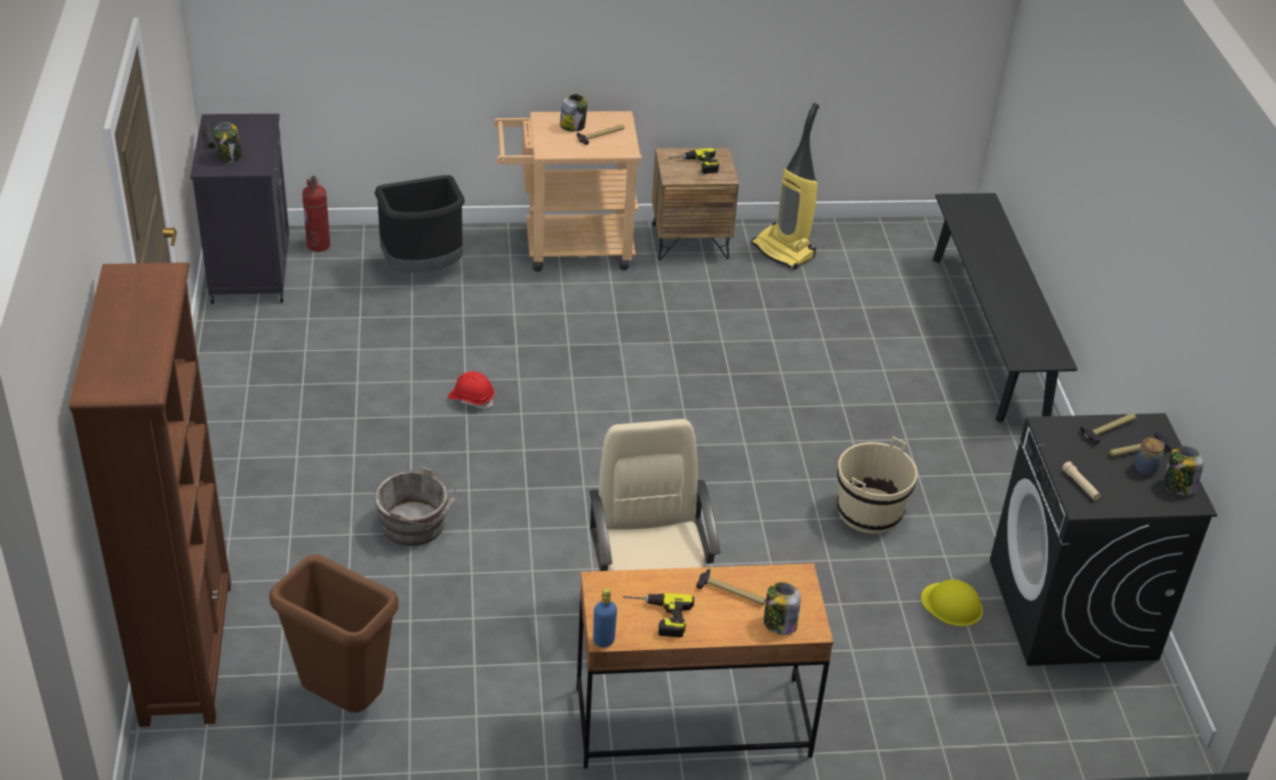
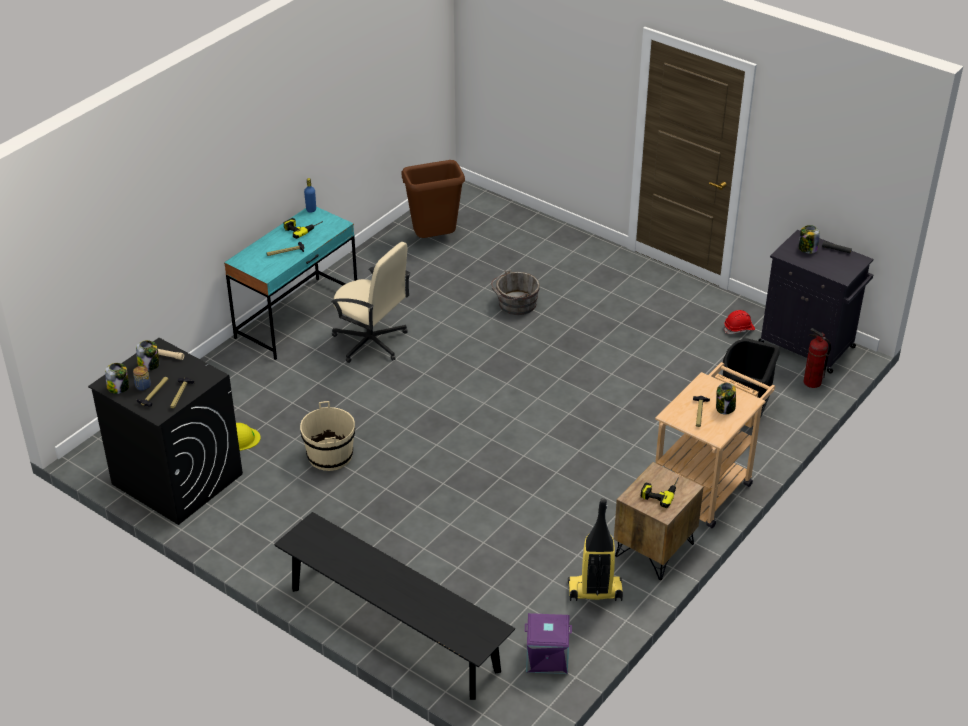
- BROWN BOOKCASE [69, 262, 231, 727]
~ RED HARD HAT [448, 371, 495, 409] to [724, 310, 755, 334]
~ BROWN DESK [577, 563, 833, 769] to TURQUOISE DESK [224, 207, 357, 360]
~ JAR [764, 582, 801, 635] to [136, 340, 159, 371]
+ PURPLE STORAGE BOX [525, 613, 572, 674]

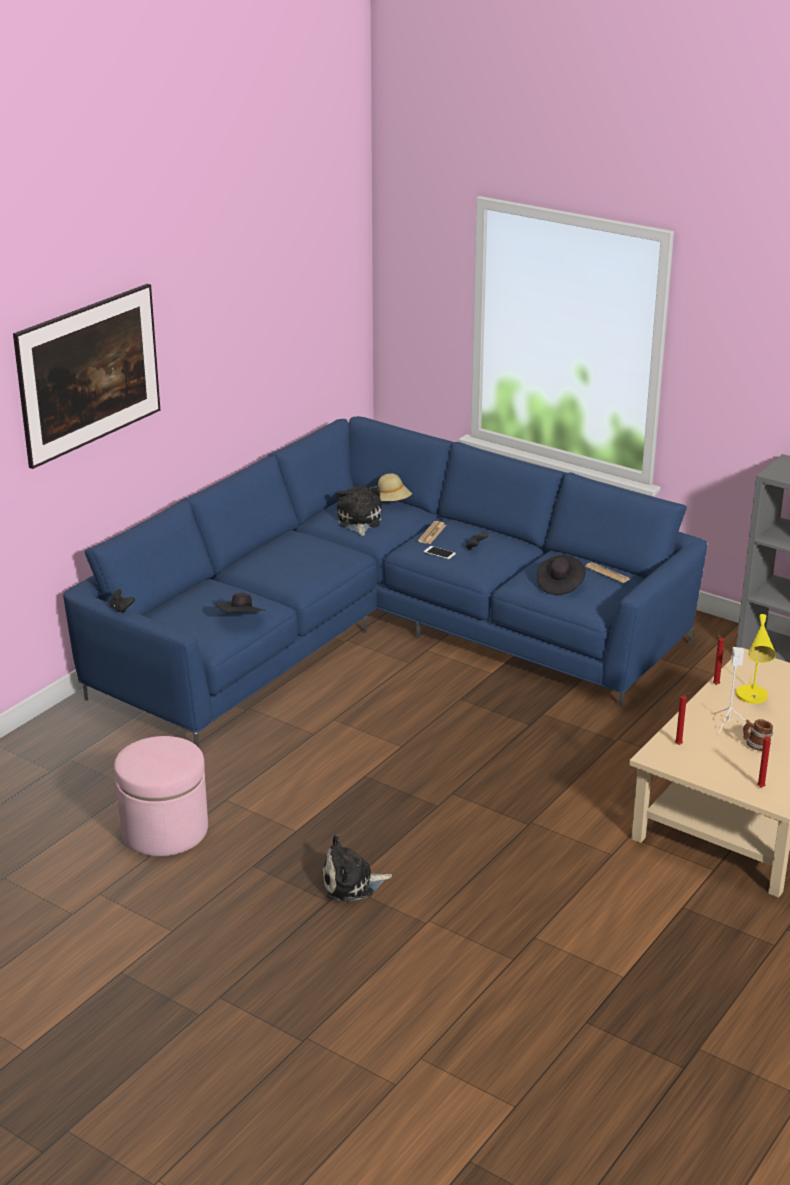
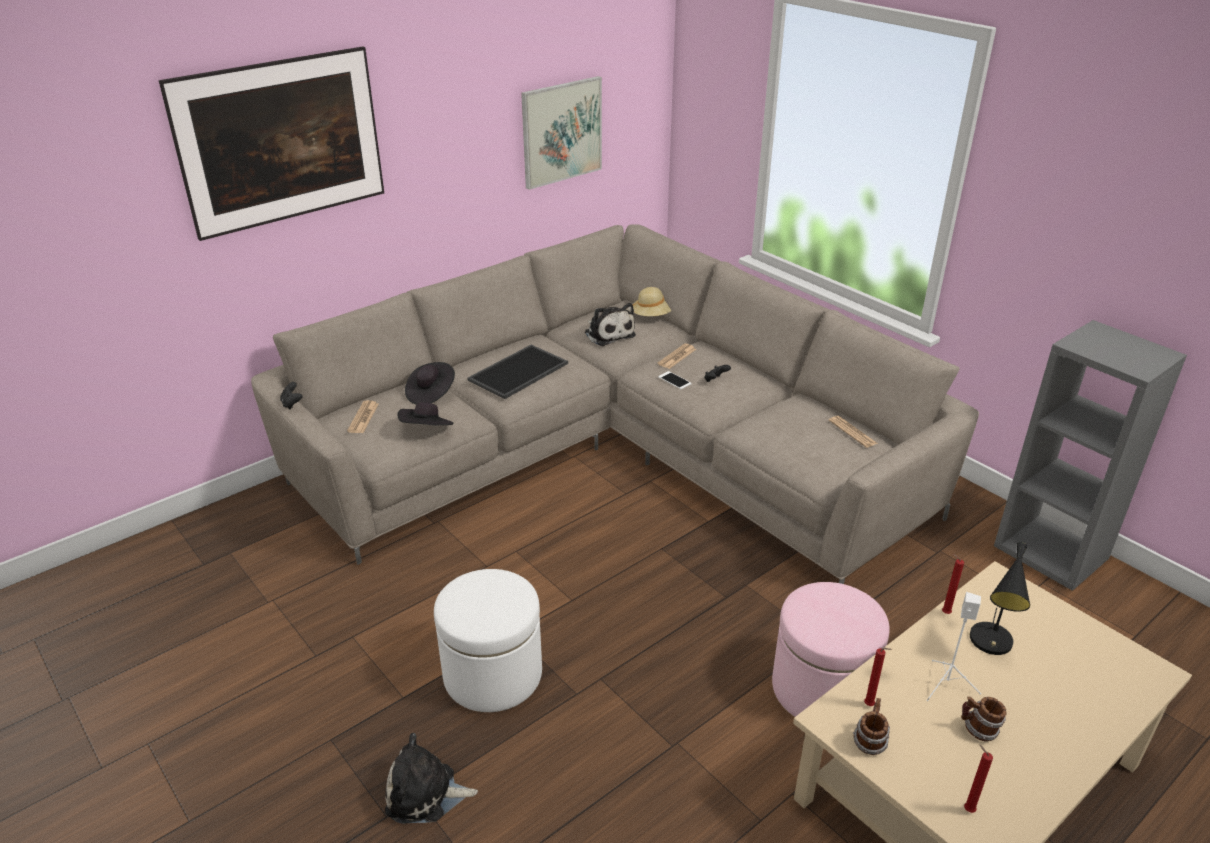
~ BLUE SOFA [63, 416, 707, 747] to BEIGE SOFA [251, 224, 979, 584]
~ PINK OTTOMAN [114, 736, 208, 856] to [772, 582, 890, 717]
~ PLUSH TOY [337, 486, 382, 536] = [585, 303, 636, 346] 135 degrees clockwise
~ BLACK HAT [537, 555, 585, 595] to [405, 362, 455, 404]
~ YELLOW TABLE LAMP [736, 614, 776, 704] to BLACK TABLE LAMP [970, 542, 1030, 655]
+ NEWSPAPER [347, 400, 379, 433]
+ WHITE OTTOMAN [434, 569, 542, 712]
+ TRAY [467, 345, 568, 399]
+ PICTURE [521, 76, 602, 190]
+ MUG [853, 698, 890, 755]

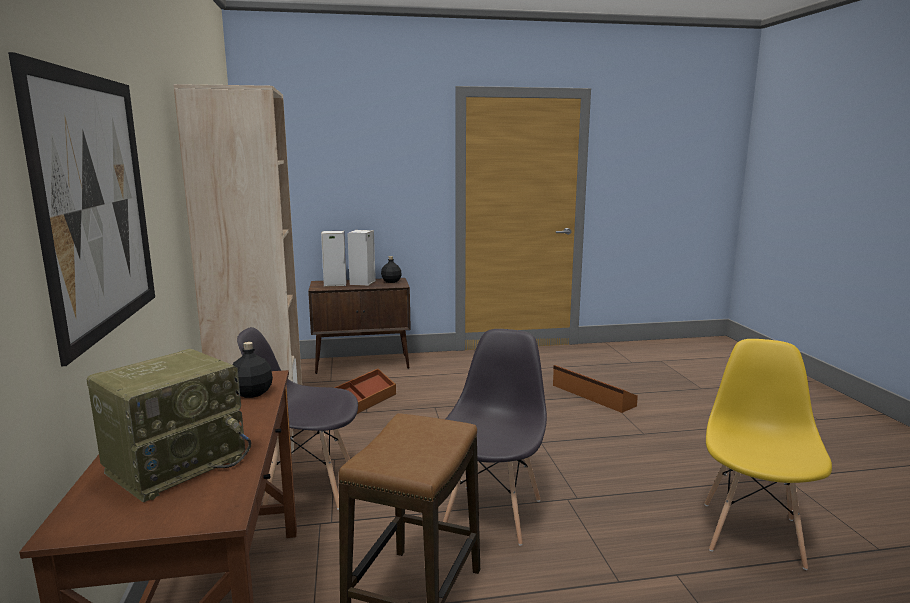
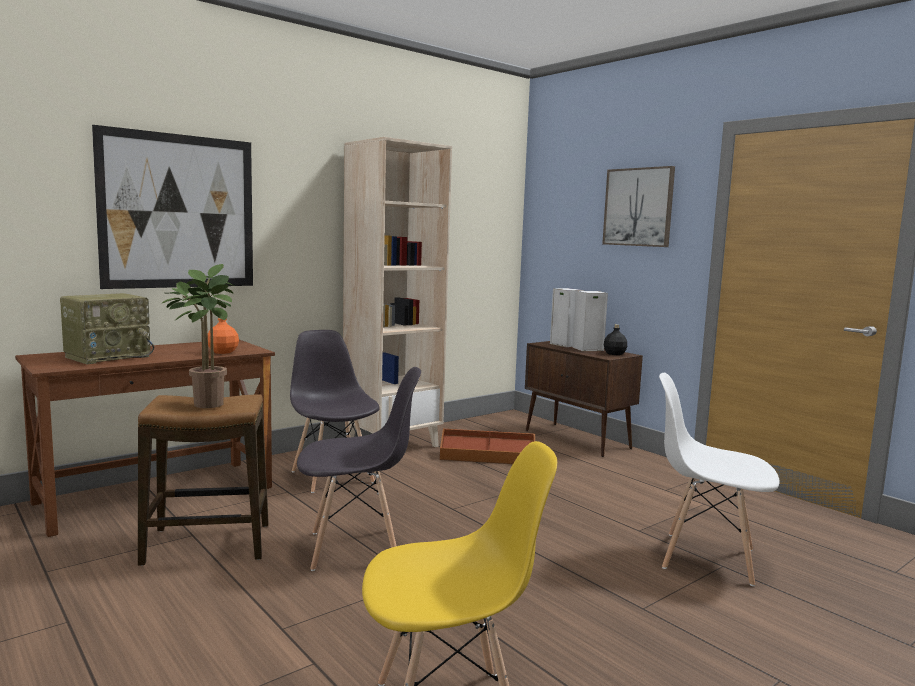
~ RADIO [87, 349, 251, 503] = [60, 293, 154, 364] 60 degrees counterclockwise
~ BLACK BOTTLE [233, 342, 273, 398] to ORANGE BOTTLE [208, 318, 239, 354]
~ BROWN STORAGE BOX [553, 365, 638, 413] to WHITE CHAIR [659, 373, 780, 586]
+ POTTED PLANT [161, 264, 234, 408]
+ PICTURE [602, 166, 675, 247]

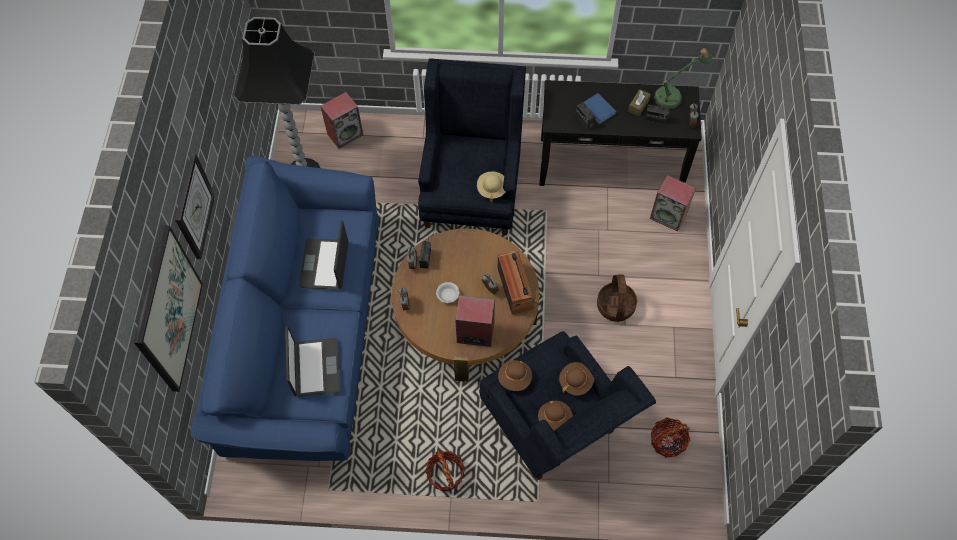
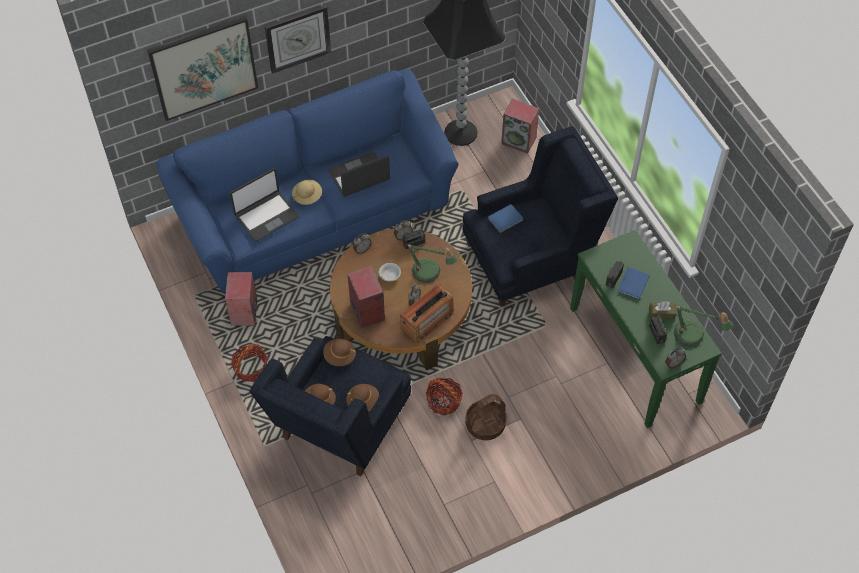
~ BEIGE HAT [477, 172, 505, 202] to [292, 180, 322, 205]
~ BLACK CONSOLE TABLE [539, 80, 702, 186] to GREEN CONSOLE TABLE [570, 230, 722, 428]
~ SPEAKER [650, 175, 696, 231] to [225, 272, 257, 326]
~ BASKET [651, 417, 690, 458] to [426, 378, 463, 415]
+ TABLE LAMP [406, 244, 458, 283]
+ BLUE BOOK [488, 204, 524, 233]

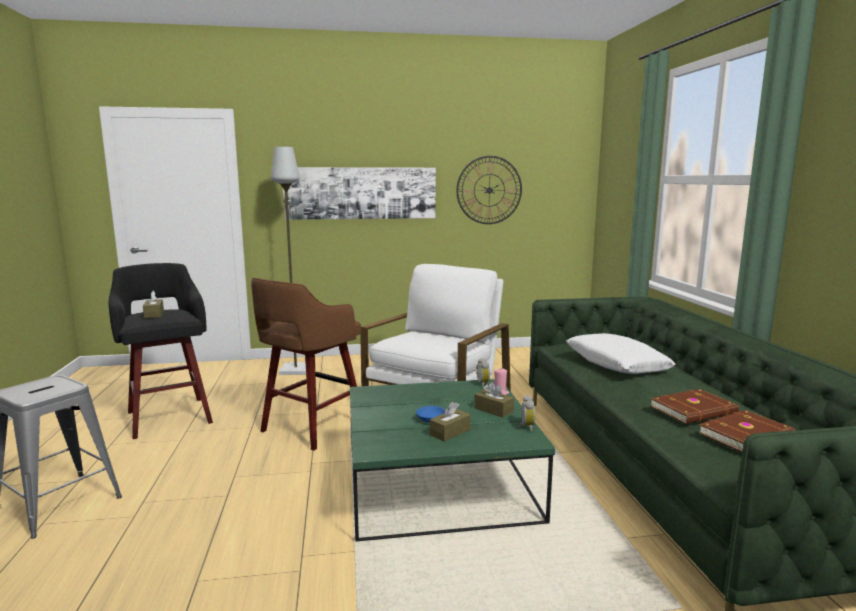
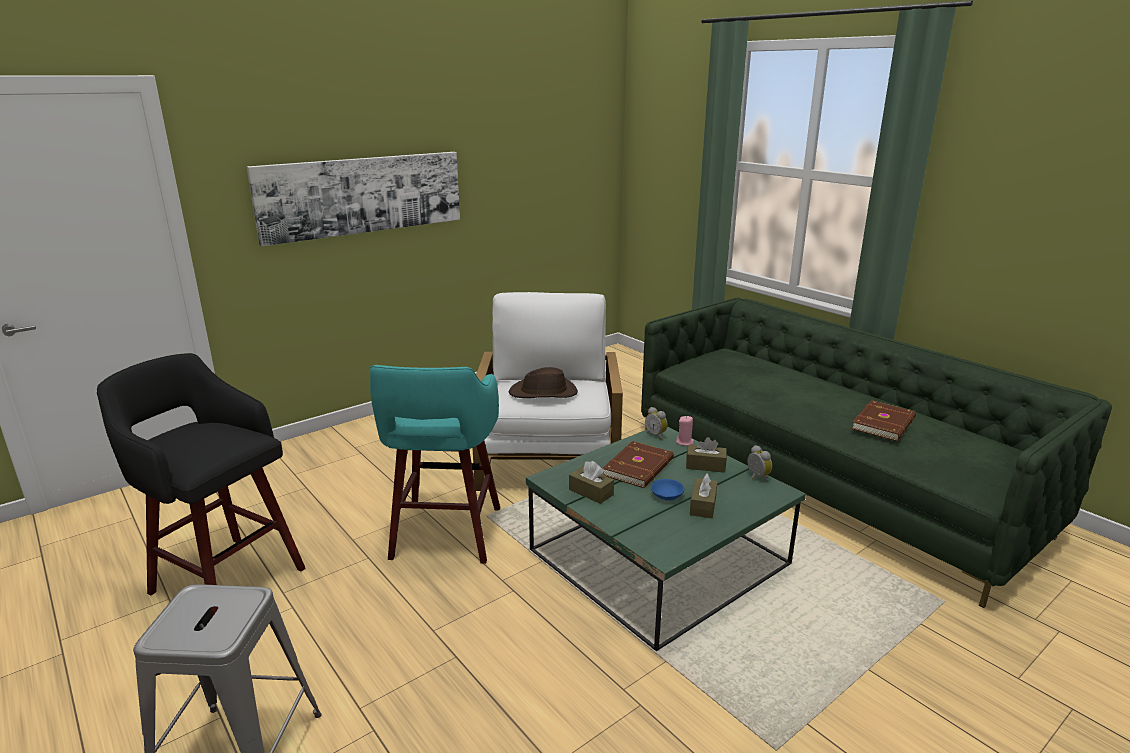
~ BROWN TISSUE BOX [143, 291, 164, 318] to [569, 461, 614, 504]
~ BROWN STOOL [251, 278, 361, 451] to TURQUOISE STOOL [370, 365, 500, 564]
- GREY FLOOR LAMP [271, 147, 306, 375]
- WALL CLOCK [456, 156, 522, 224]
- WHITE PILLOW [566, 333, 676, 374]
~ BROWN BOOK [698, 410, 795, 452] to [603, 441, 674, 488]
+ BROWN HAT [509, 367, 578, 398]

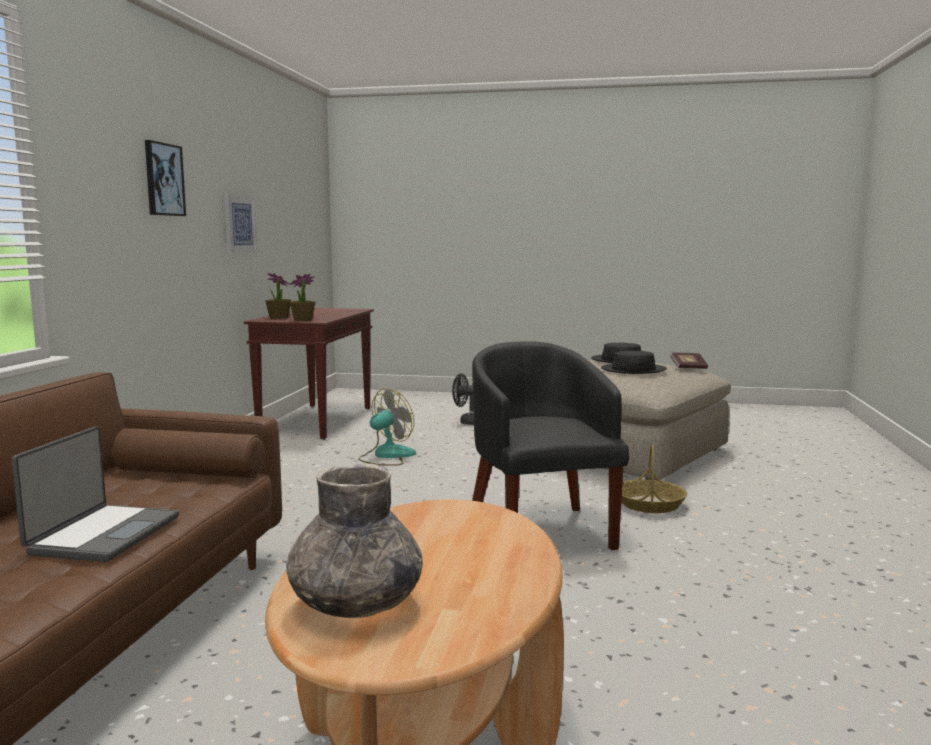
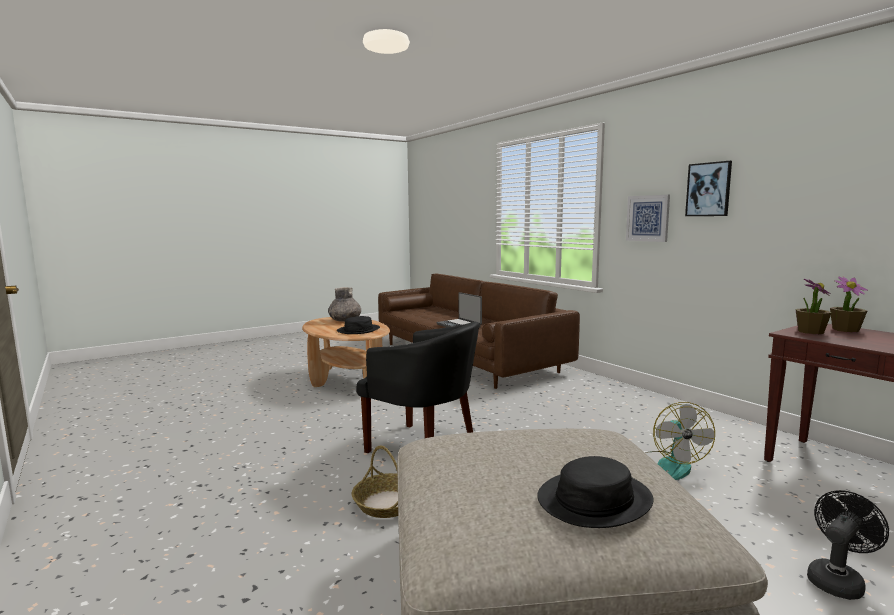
~ PICTURE [224, 194, 257, 253] to [626, 195, 670, 242]
~ BLACK HAT [601, 351, 667, 374] to [337, 316, 380, 334]
- BOOK [670, 353, 708, 369]

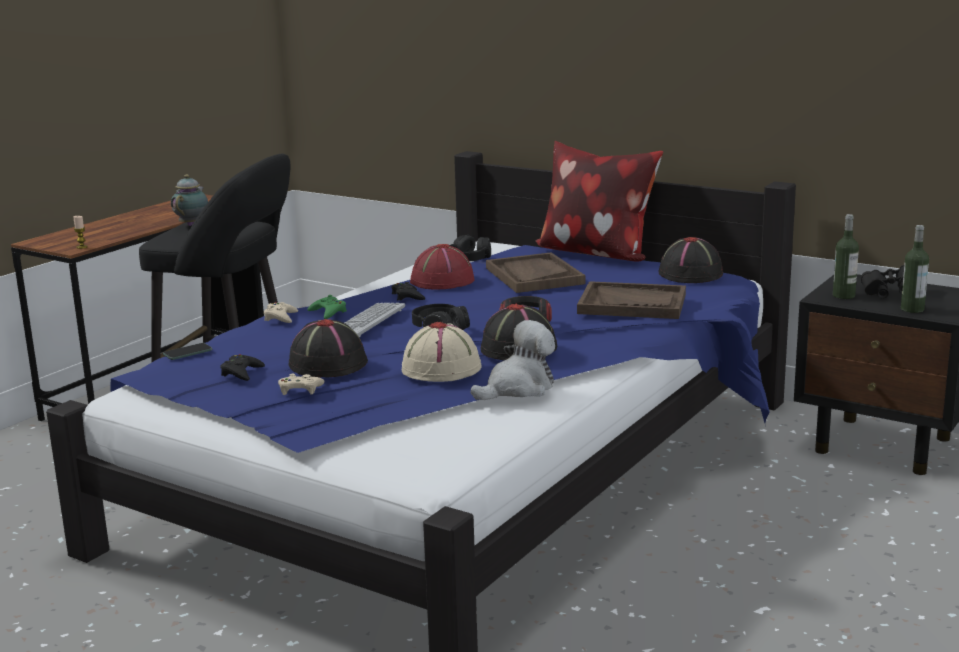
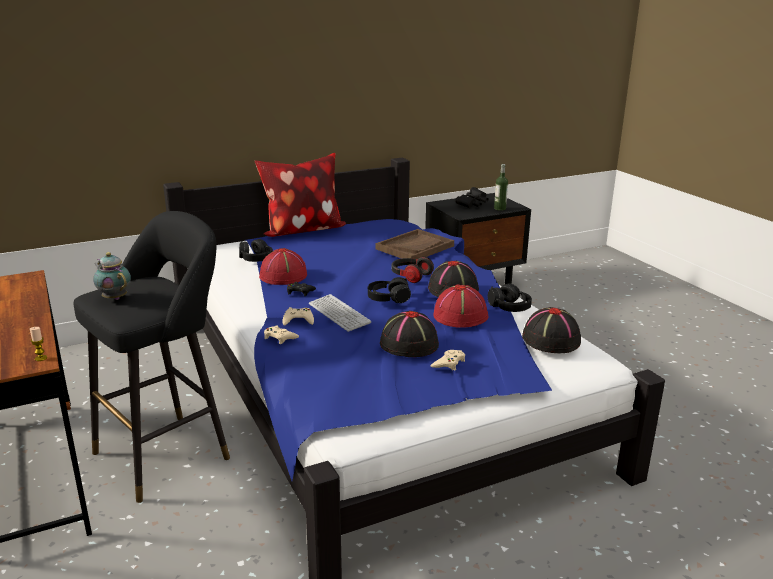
- PHONE [163, 343, 212, 360]
- BLACK GAME CONTROLLER [220, 354, 265, 381]
~ GREEN GAME CONTROLLER [307, 295, 347, 319] to BEIGE GAME CONTROLLER [282, 307, 314, 326]
~ BEIGE HAT [402, 321, 482, 382] to RED HAT [433, 285, 489, 328]
~ PLUSH TOY [471, 320, 555, 400] to BLACK HEADPHONES [488, 284, 532, 312]
- BROWN TRAY [486, 252, 586, 293]
~ BLACK HAT [659, 237, 723, 283] to [522, 307, 581, 353]
- BOTTLE [833, 214, 859, 299]

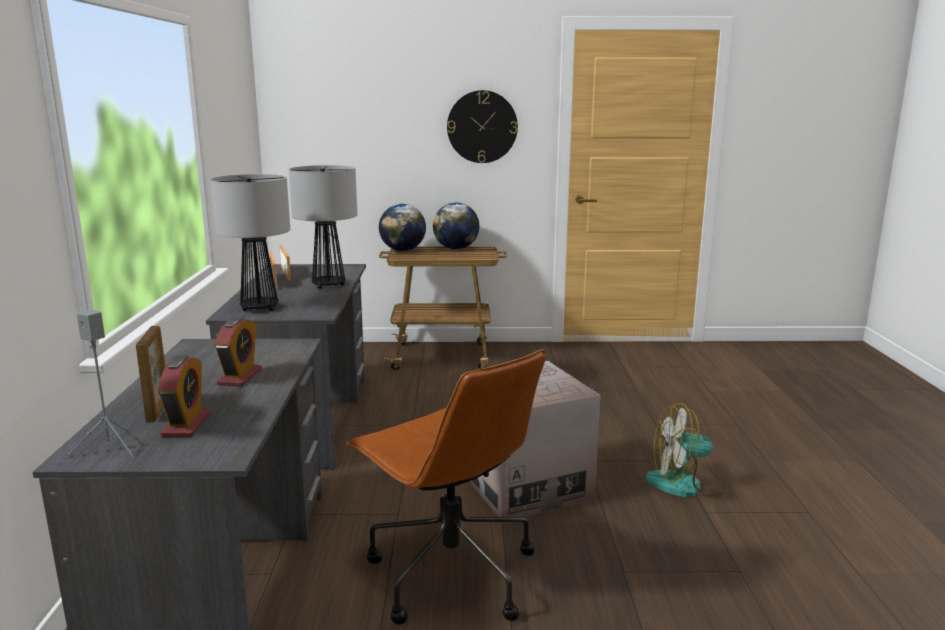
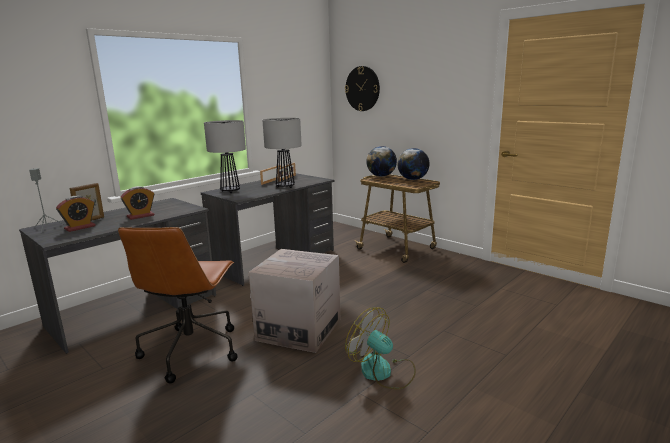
~ WALL CLOCK [447, 90, 518, 163] to [345, 66, 380, 111]

